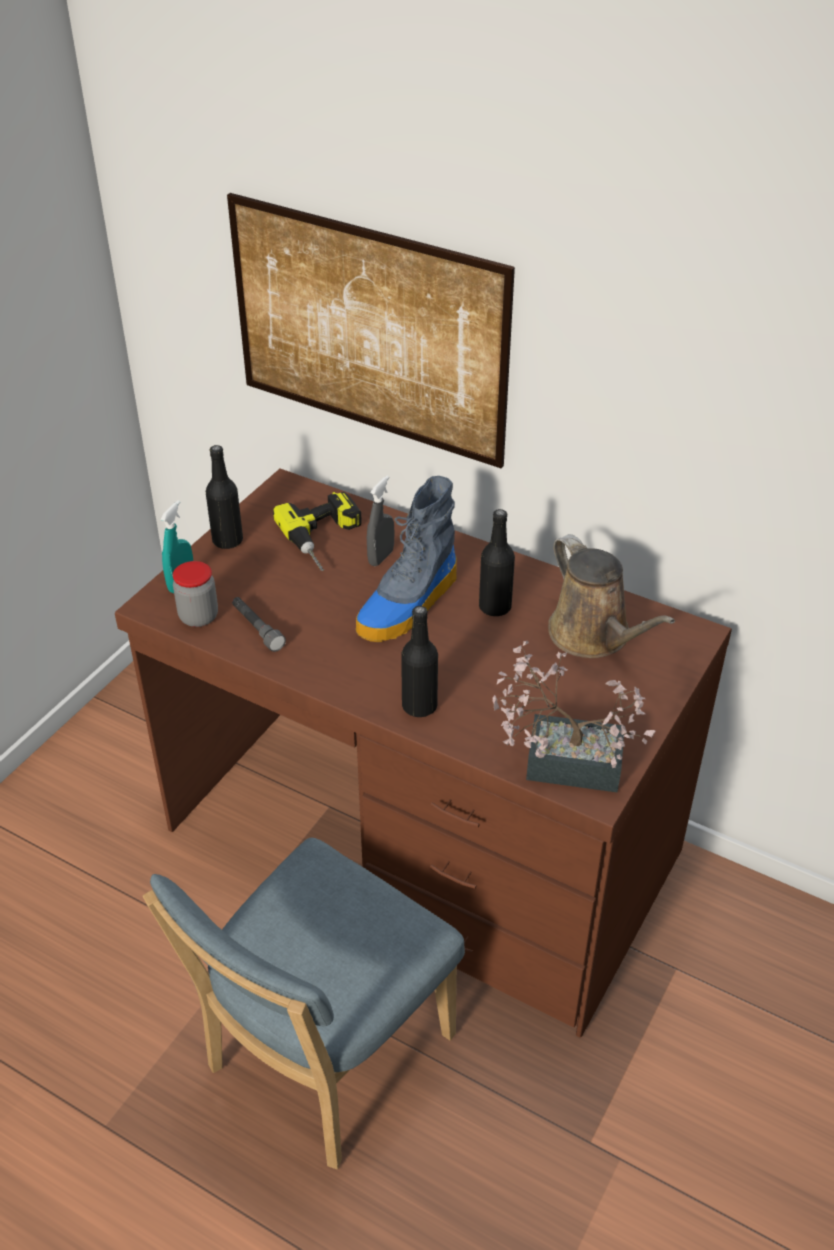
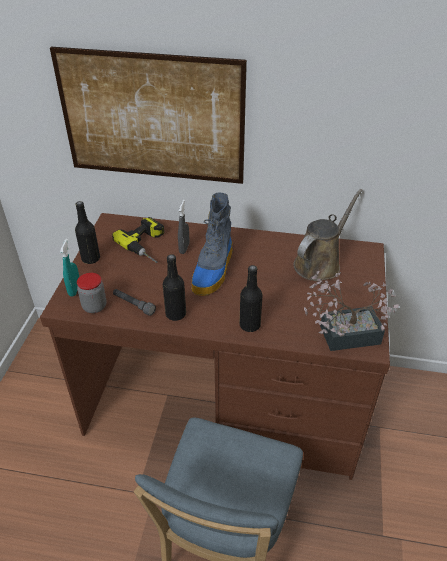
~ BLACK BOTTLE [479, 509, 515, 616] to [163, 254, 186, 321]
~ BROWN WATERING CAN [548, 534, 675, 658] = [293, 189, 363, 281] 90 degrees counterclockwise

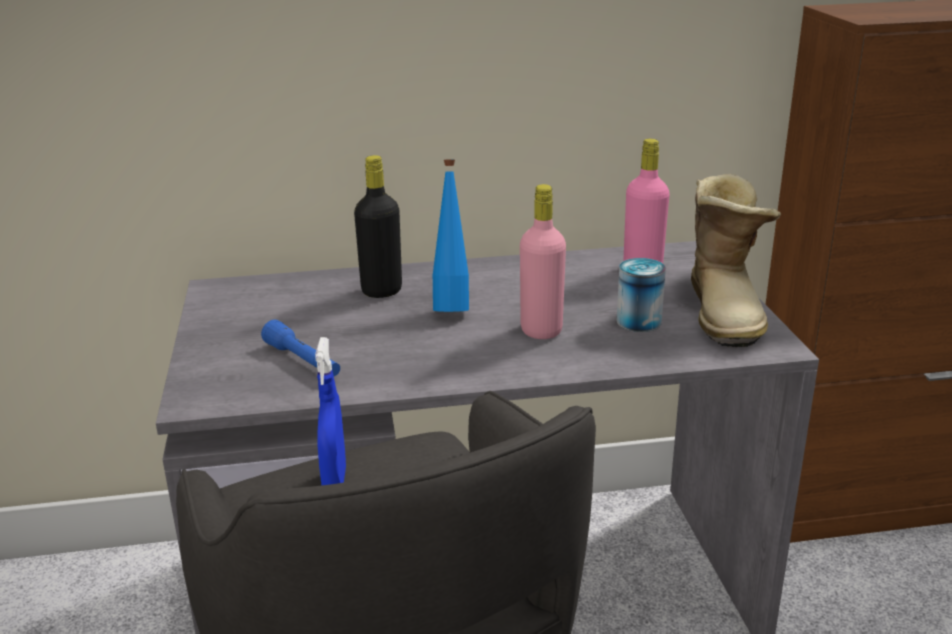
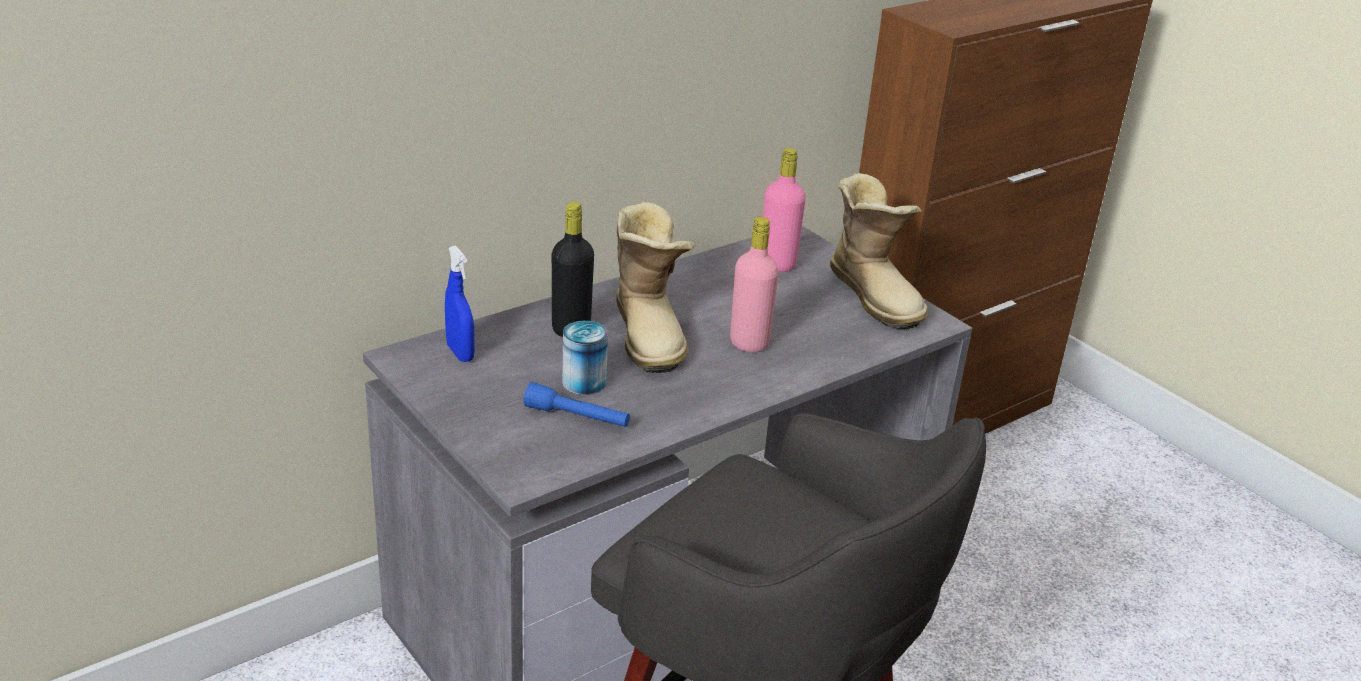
~ BLUE SPRAY BOTTLE [315, 337, 346, 485] to [445, 245, 475, 362]
~ BLUE BOTTLE [433, 159, 469, 312] to BOOT [616, 202, 695, 373]
~ CAN [616, 258, 666, 332] to [562, 321, 608, 395]

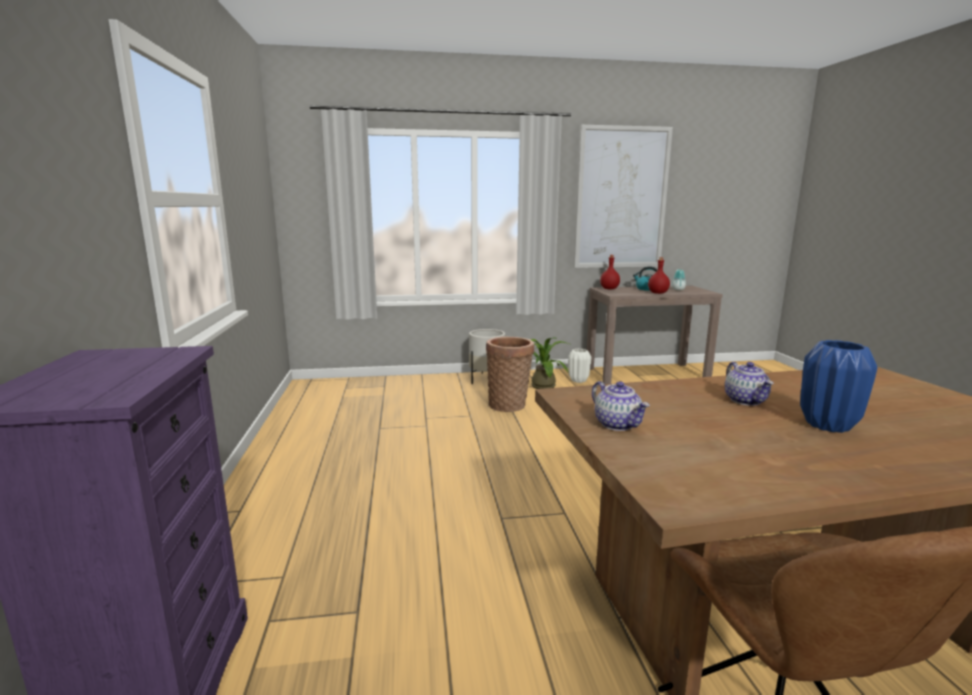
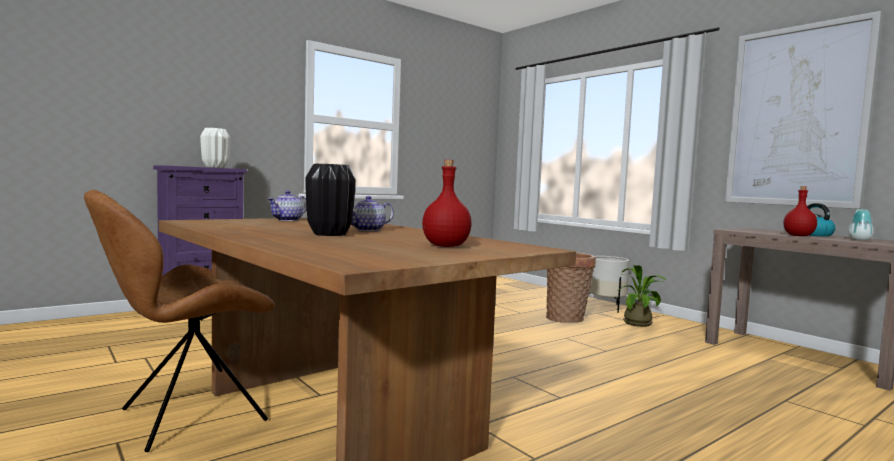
~ WHITE VASE [568, 349, 591, 383] to [200, 128, 230, 168]
~ RED BOTTLE [600, 255, 620, 289] to [422, 160, 472, 247]
~ BLUE VASE [800, 340, 878, 433] to BLACK VASE [305, 164, 356, 236]

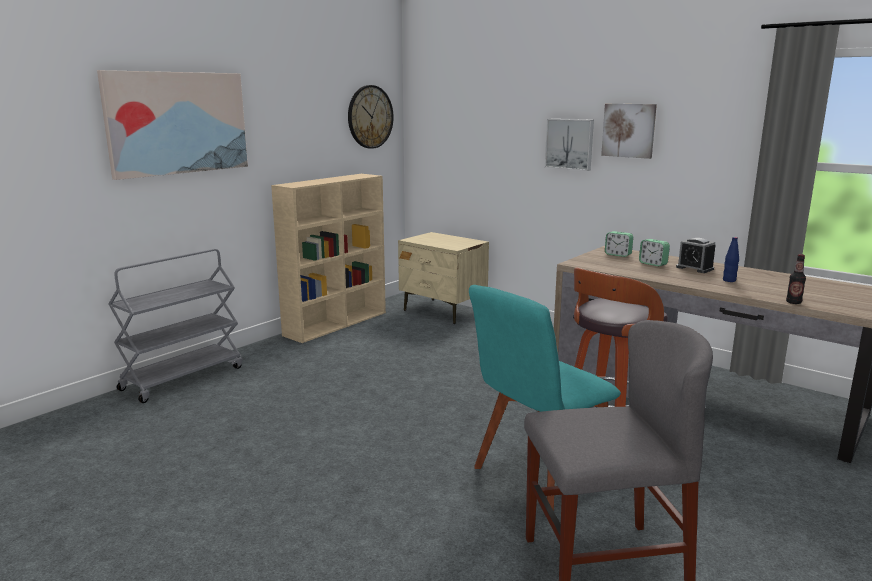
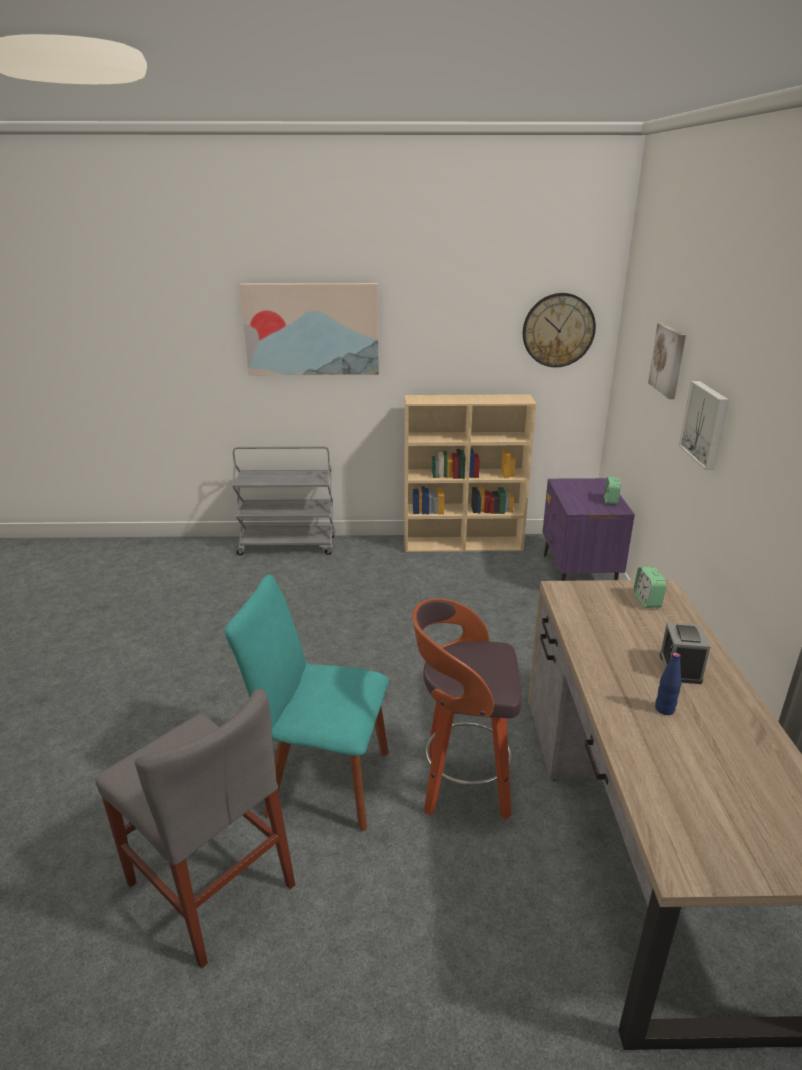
~ BEIGE NIGHTSTAND [398, 232, 489, 324] to PURPLE NIGHTSTAND [543, 478, 635, 581]
~ PICTURE [601, 104, 657, 159] to [648, 323, 686, 399]
~ ALARM CLOCK [639, 239, 670, 267] to [604, 477, 621, 505]
- BOTTLE [786, 254, 806, 304]

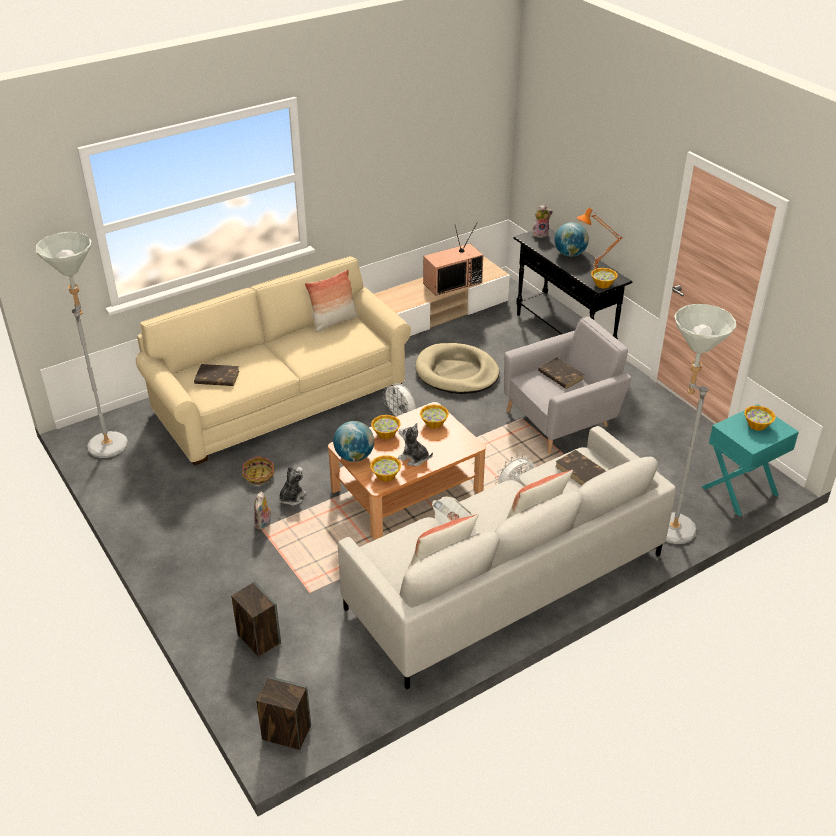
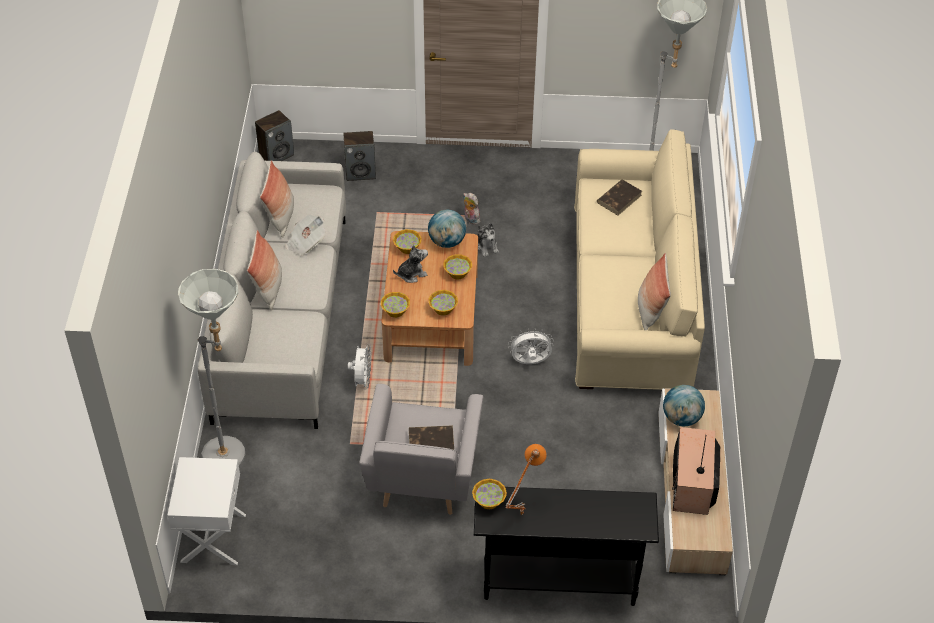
- BASKET [242, 456, 274, 485]
- BEIGE DOG BED [415, 343, 500, 394]
- PLUSH TOY [532, 205, 553, 238]
~ GLOBE [555, 222, 589, 257] to [663, 385, 705, 426]
- BROWN BOOK [555, 450, 606, 486]
~ TURQUOISE NIGHTSTAND [701, 404, 799, 516] to WHITE NIGHTSTAND [167, 457, 246, 565]
~ BOWL [744, 406, 776, 431] to [381, 292, 410, 318]

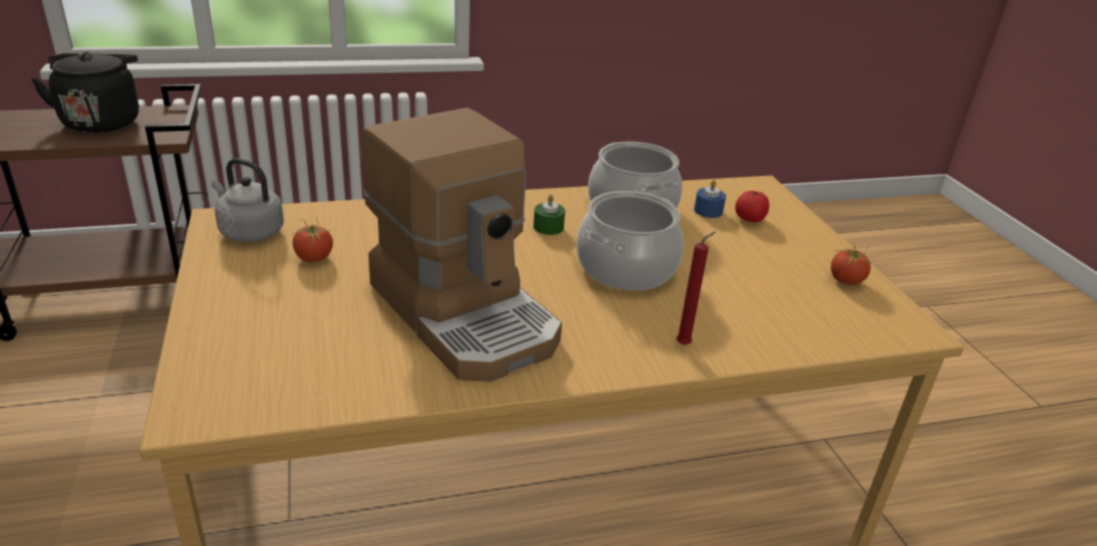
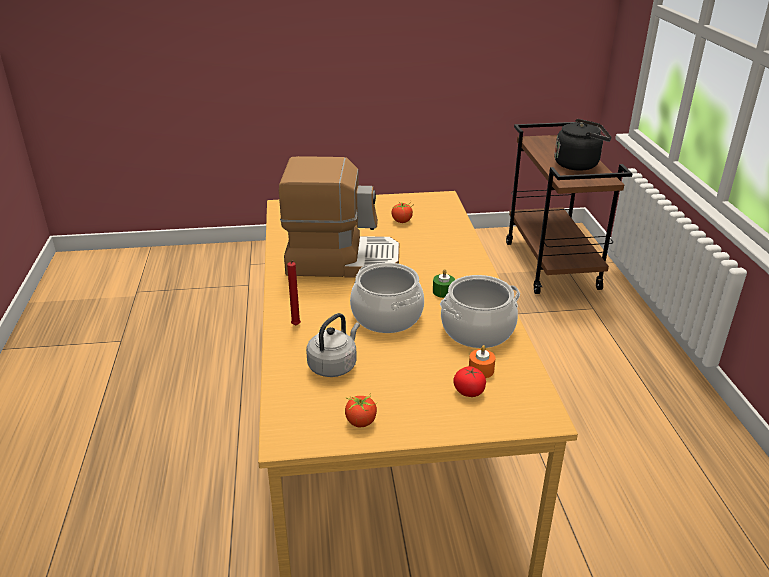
~ GREY KETTLE [212, 158, 284, 242] to [306, 313, 360, 377]
~ COFFEE MACHINE [362, 108, 562, 382] = [279, 156, 399, 278] 150 degrees counterclockwise
~ BLUE CANDLE [694, 180, 726, 218] to ORANGE CANDLE [469, 345, 496, 378]

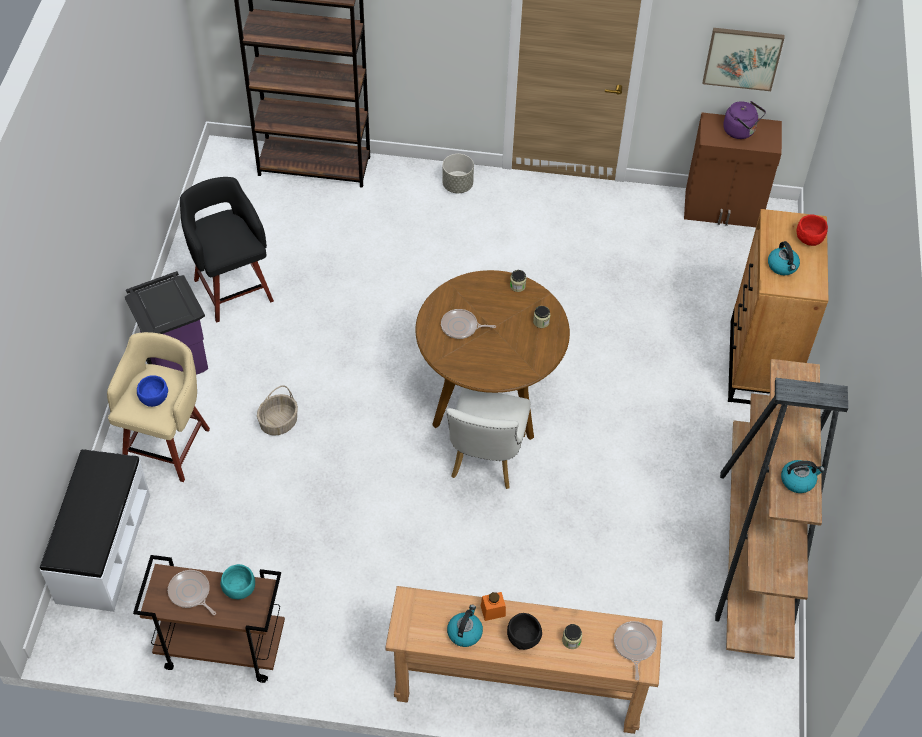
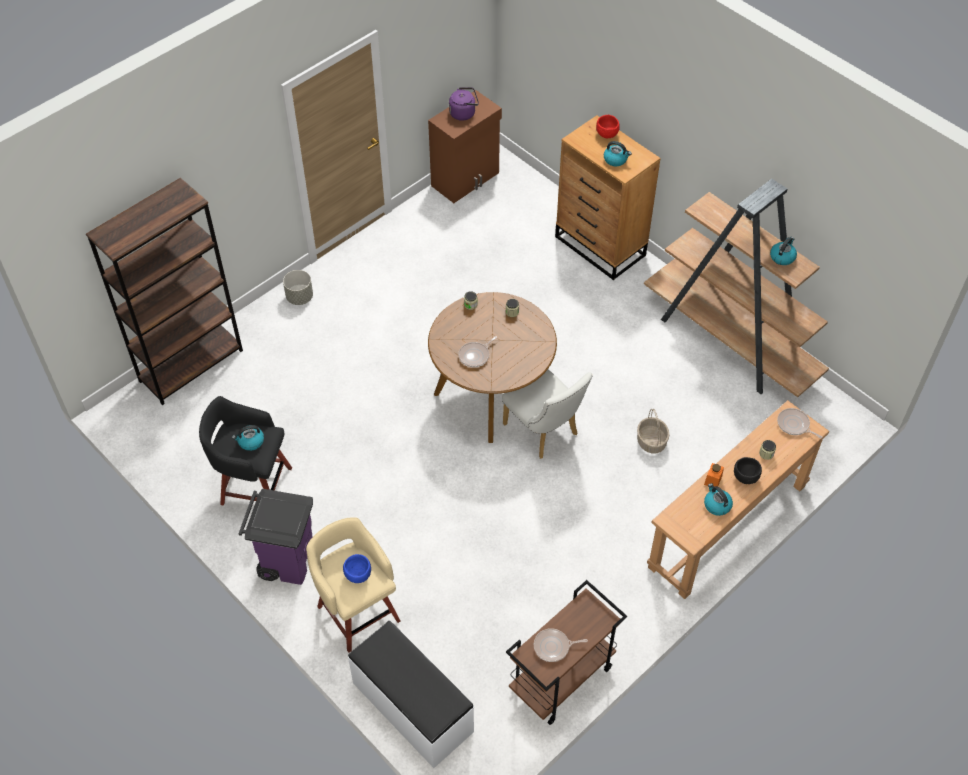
- TURQUOISE BOWL [220, 564, 255, 599]
~ BASKET [257, 385, 298, 436] to [637, 409, 670, 453]
- PICTURE [703, 28, 784, 91]
+ KETTLE [232, 425, 264, 451]

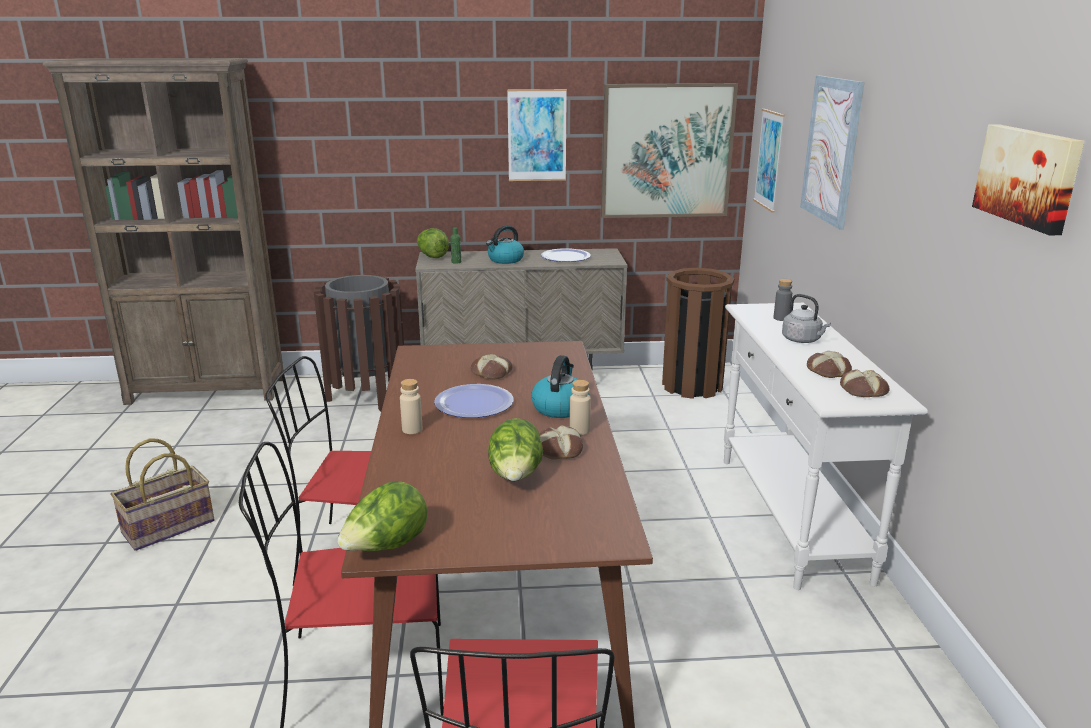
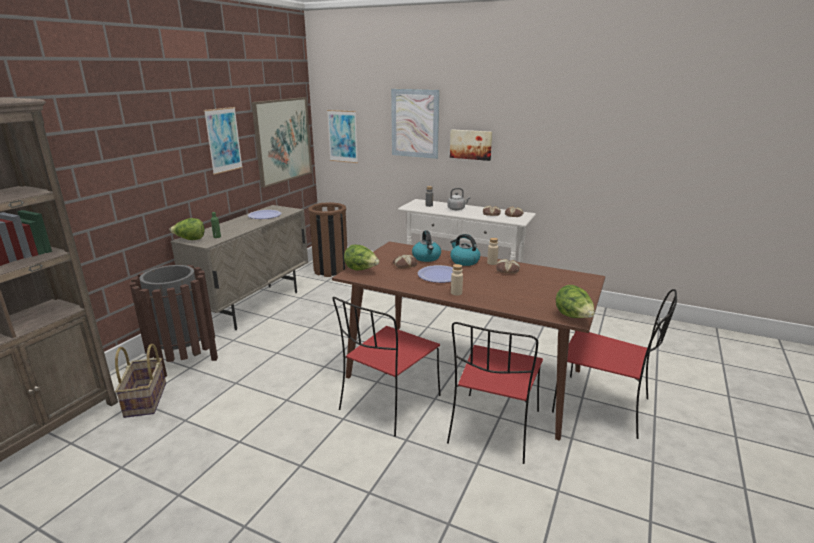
~ BASKET [110, 439, 214, 551] to [115, 344, 166, 418]
~ KETTLE [486, 225, 524, 264] to [412, 231, 441, 262]
~ LETTUCE [488, 418, 543, 481] to [344, 245, 379, 270]
~ PICTURE [972, 124, 1085, 235] to [450, 129, 492, 161]

